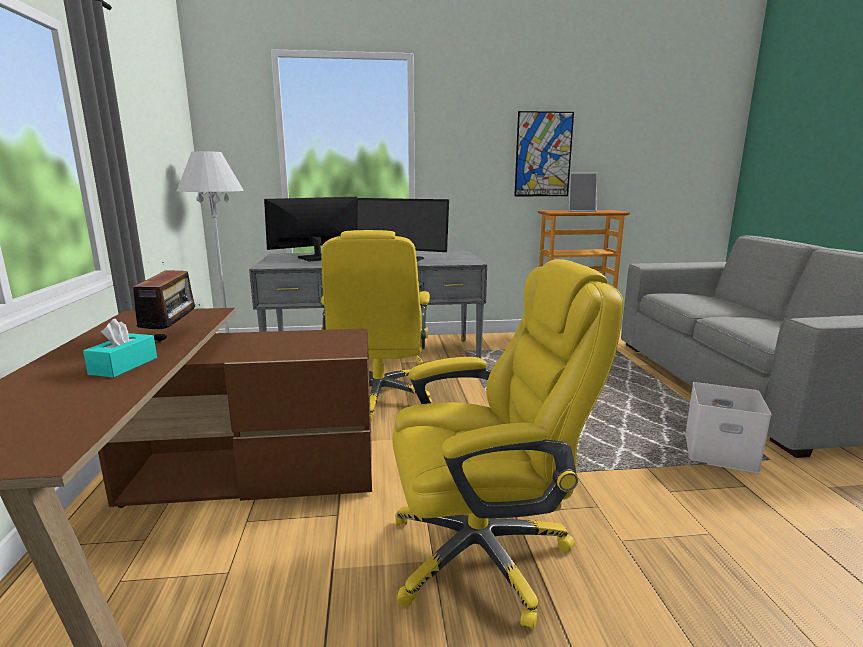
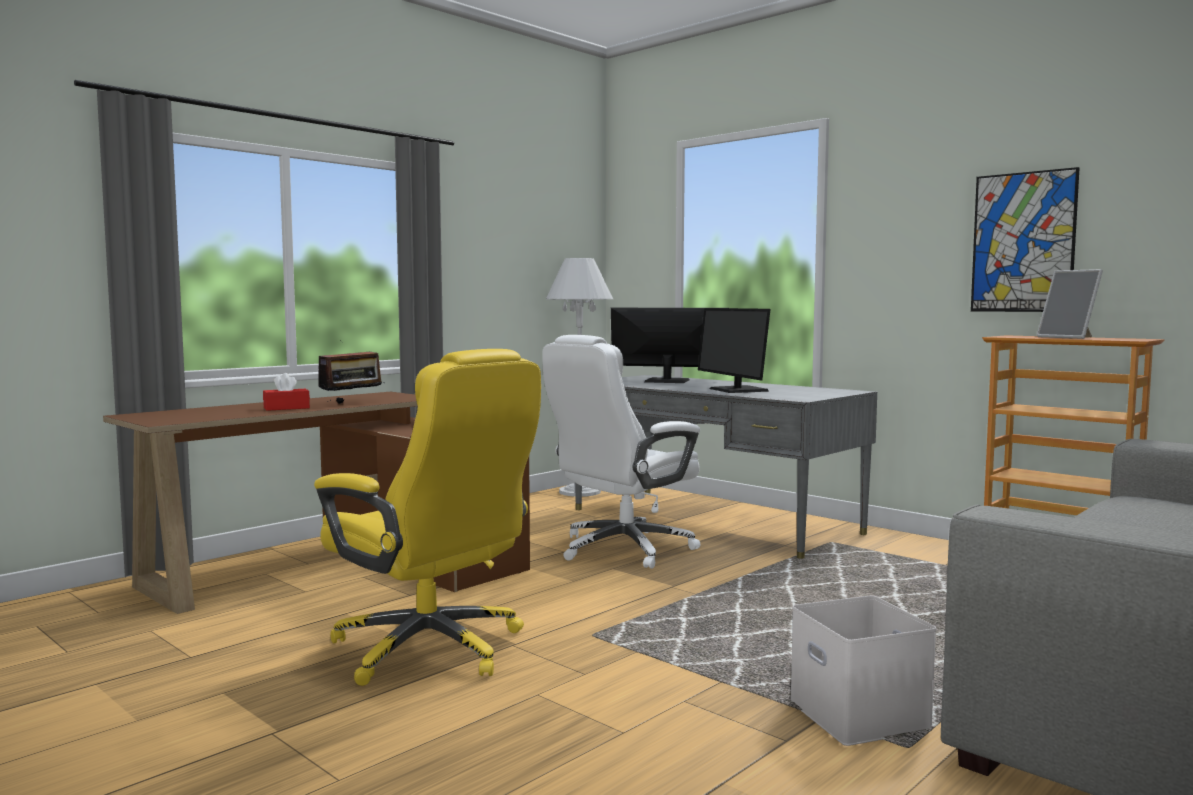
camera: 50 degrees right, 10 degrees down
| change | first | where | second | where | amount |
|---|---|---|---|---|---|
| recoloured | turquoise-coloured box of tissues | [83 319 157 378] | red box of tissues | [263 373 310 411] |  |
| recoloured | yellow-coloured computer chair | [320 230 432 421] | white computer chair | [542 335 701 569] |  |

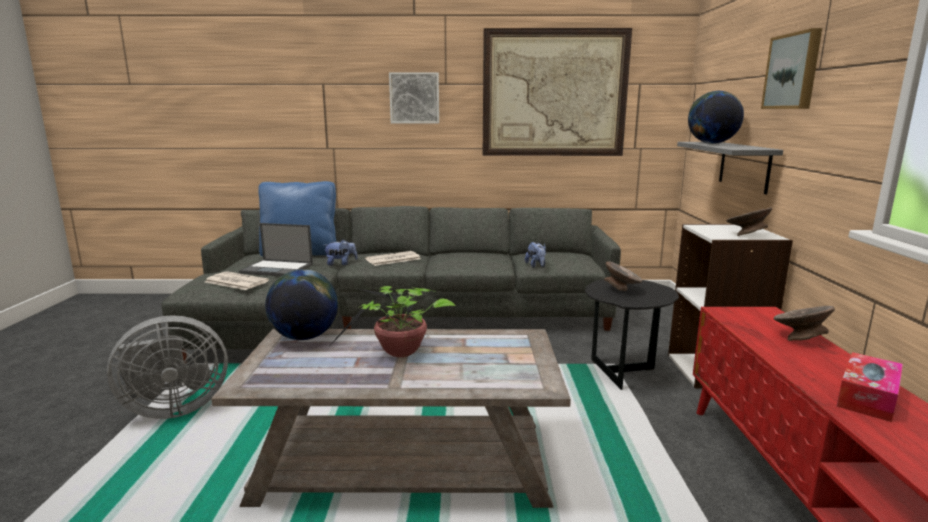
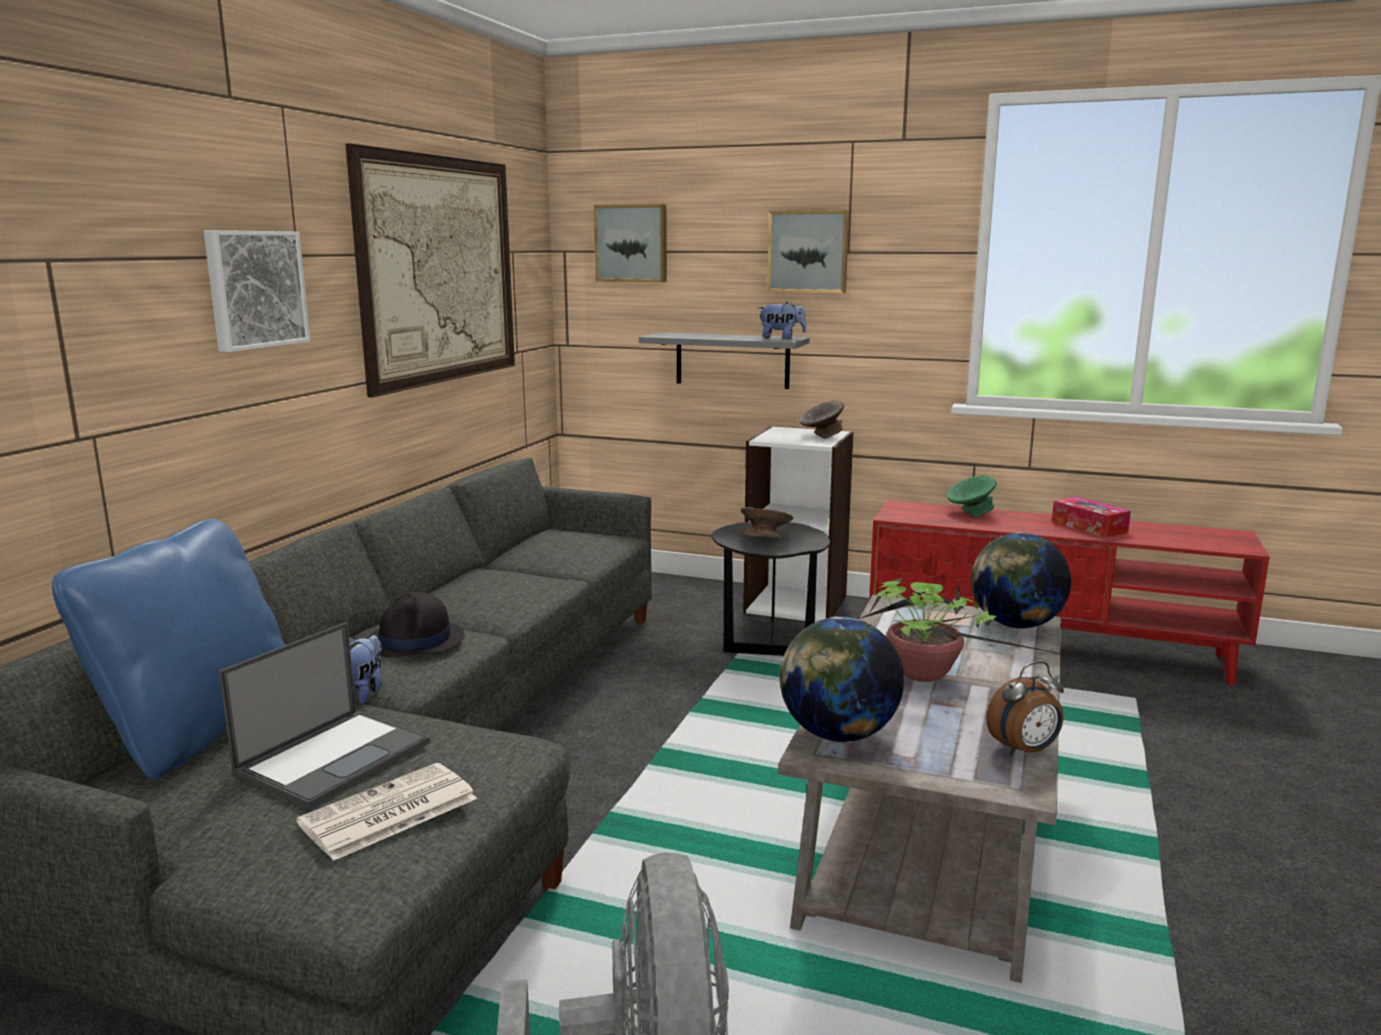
camera: 70 degrees left, 0 degrees up
| change | first | where | second | where | amount |
|---|---|---|---|---|---|
| replaced | newspaper | [365 251 421 266] | blackish wearable hat | [371 592 464 657] |  |
| moved | cuddly toy | [525 242 546 268] |  | [758 302 807 339] |  |
| moved | desk globe | [688 91 744 144] |  | [971 532 1071 629] |  |
| recoloured | gray deep dish | [774 306 835 341] | green-coloured deep dish | [947 475 997 517] |  |
| added |  |  | wall picture | [594 204 667 282] |  |
| added |  |  | table clock | [986 661 1064 755] |  |

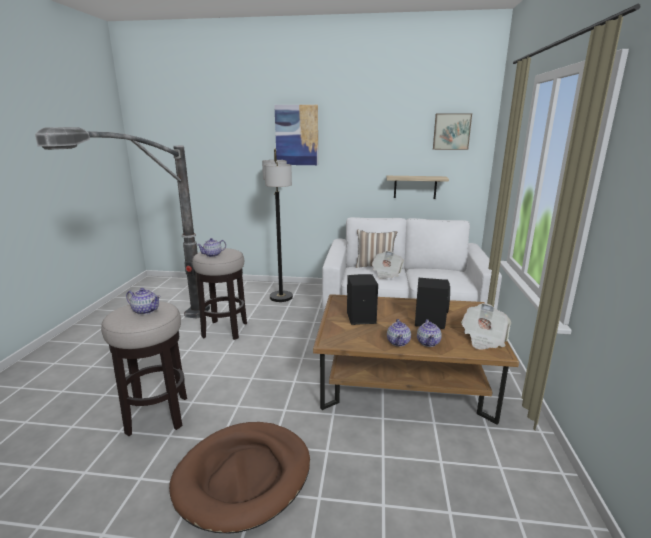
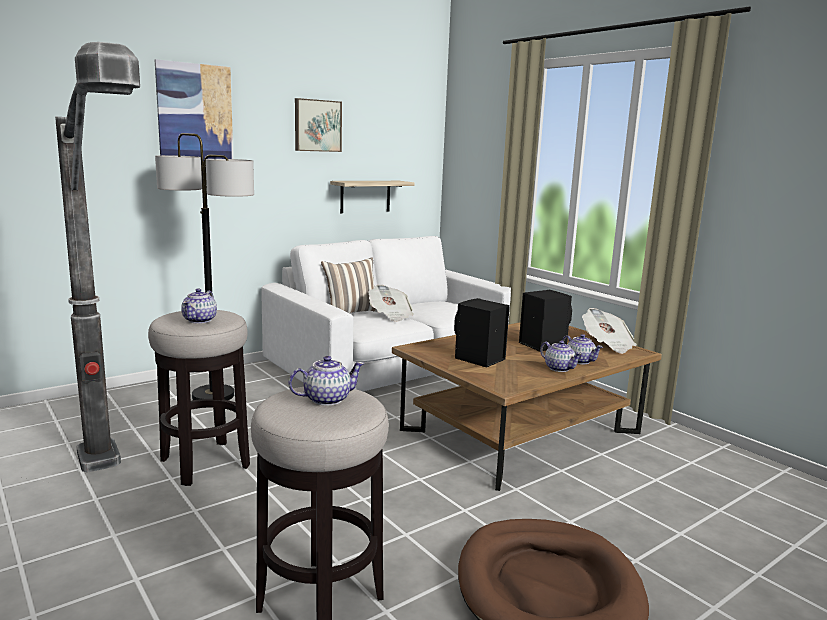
camera: 45 degrees left, 5 degrees down
| change | first | where | second | where | amount |
|---|---|---|---|---|---|
| moved | wall picture | [433 113 472 150] |  | [295 98 342 152] |  |

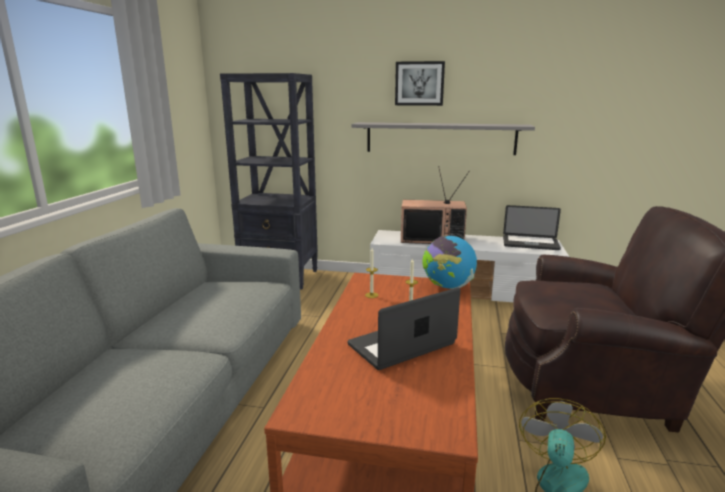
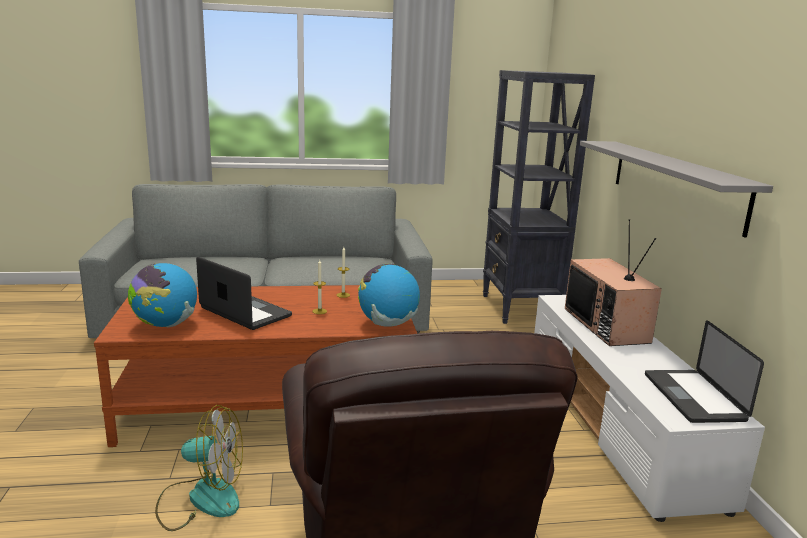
camera: 70 degrees right, 0 degrees up
| change | first | where | second | where | amount |
|---|---|---|---|---|---|
| removed | wall picture | [395 61 445 106] |  |  |  |
| added |  |  | desk globe | [128 263 197 327] |  |

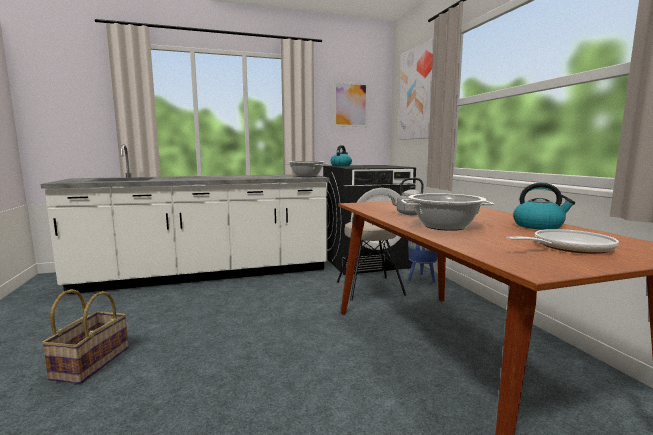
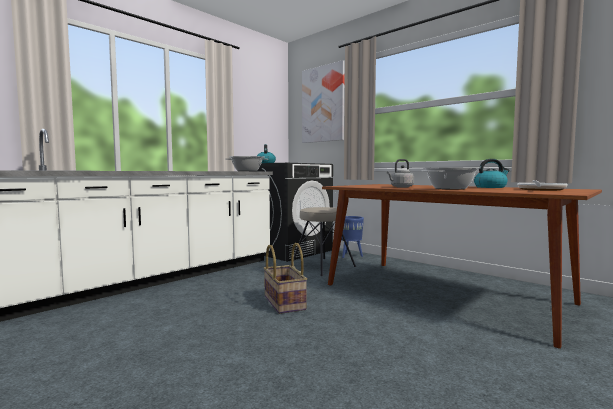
camera: 30 degrees left, 5 degrees down
| change | first | where | second | where | amount |
|---|---|---|---|---|---|
| moved | household basket | [41 289 129 384] |  | [264 243 307 314] |  |
| removed | wall picture | [334 81 368 127] |  |  |  |

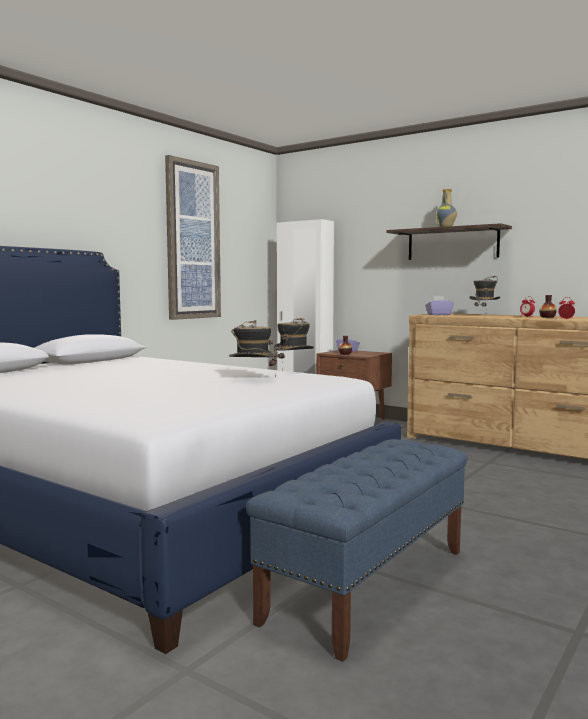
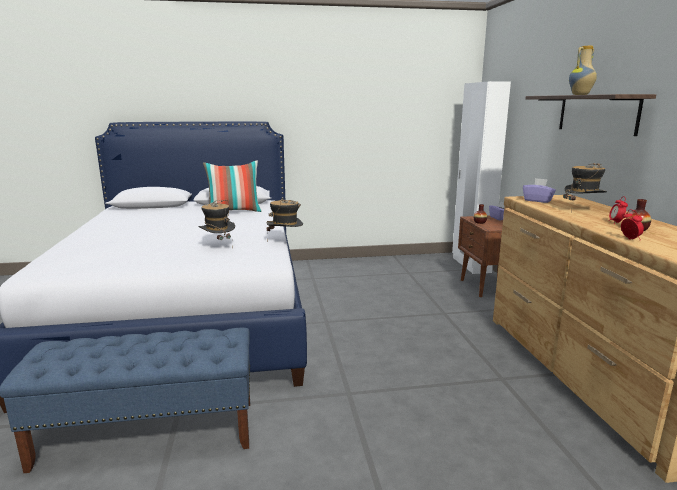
camera: 45 degrees right, 10 degrees up
| change | first | where | second | where | amount |
|---|---|---|---|---|---|
| removed | wall picture | [165 155 221 320] |  |  |  |
| added |  |  | cushion | [203 160 262 212] |  |

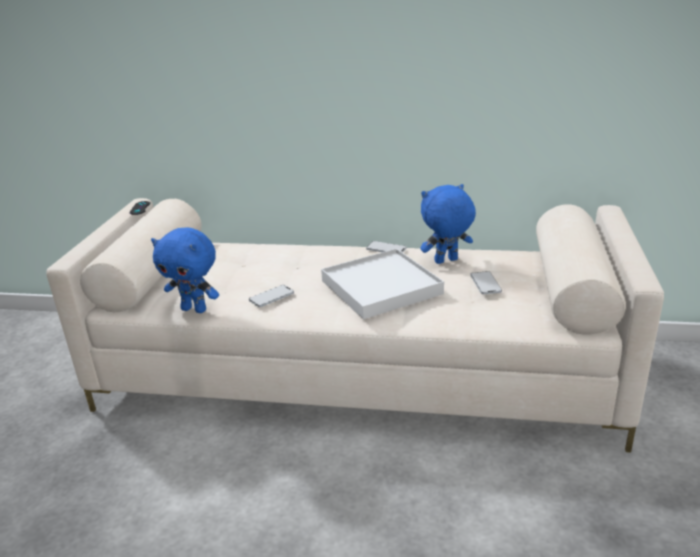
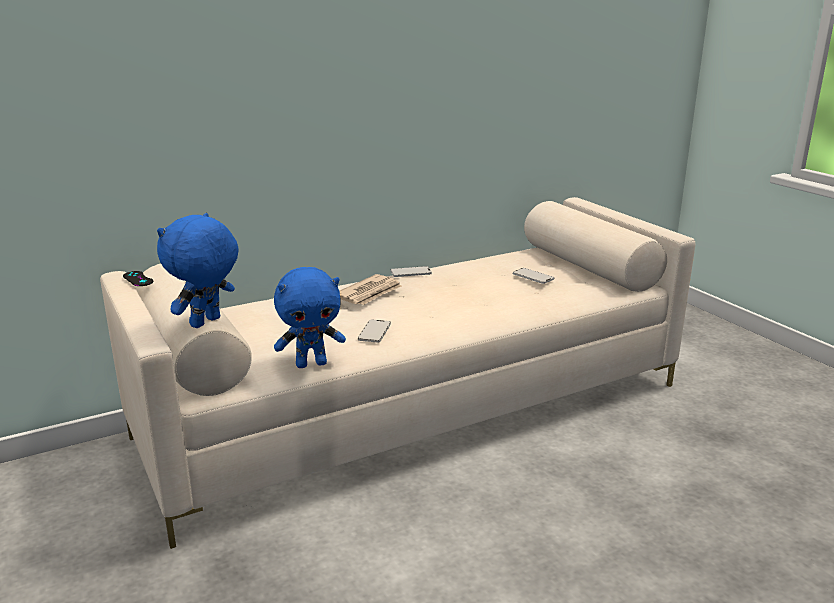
camera: 40 degrees left, 5 degrees down
| change | first | where | second | where | amount |
|---|---|---|---|---|---|
| removed | white carrying tray | [321 248 444 319] |  |  |  |
| moved | blue-coloured cuddly toy | [421 184 476 264] |  | [157 213 239 328] |  |
| added |  |  | newspaper | [339 274 402 305] |  |

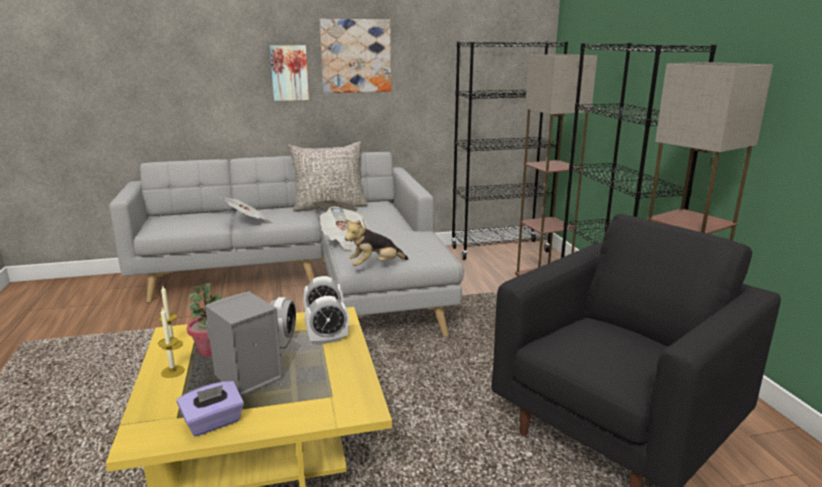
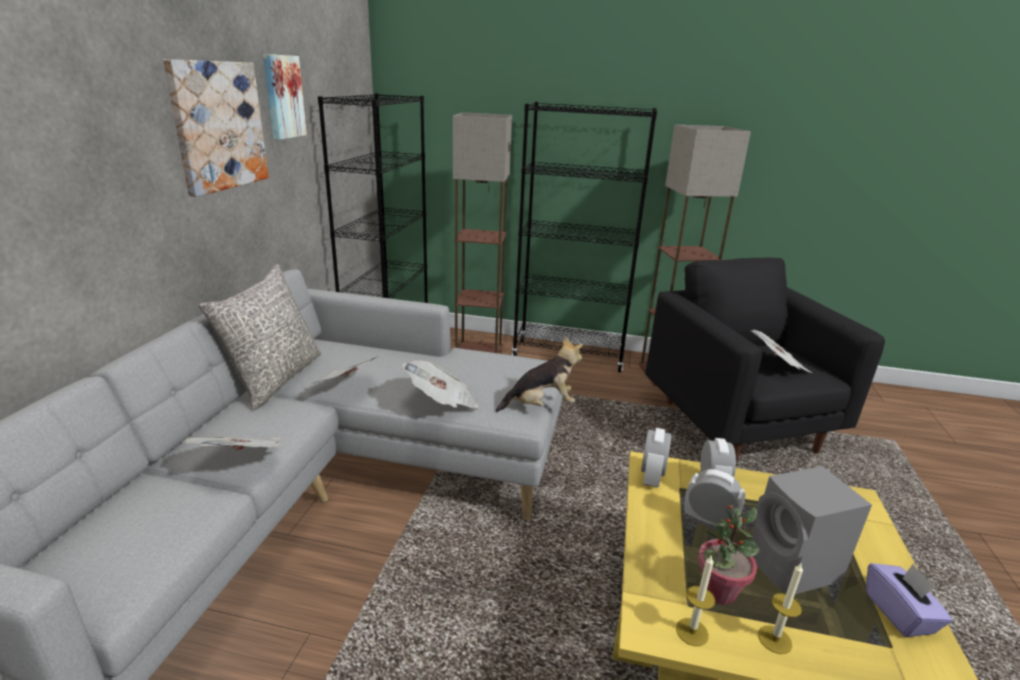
camera: 65 degrees left, 5 degrees up
| change | first | where | second | where | amount |
|---|---|---|---|---|---|
| moved | wall picture | [270 45 309 101] |  | [263 54 307 140] |  |
| turned | cuddly toy | [345 219 409 266] |  | [496 337 583 412] | 105 degrees counterclockwise |
| added |  |  | newspaper | [750 330 812 373] |  |

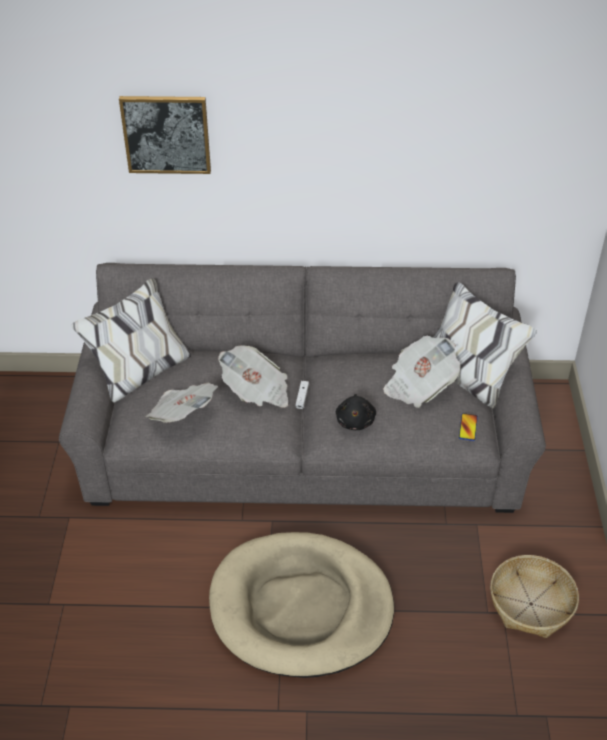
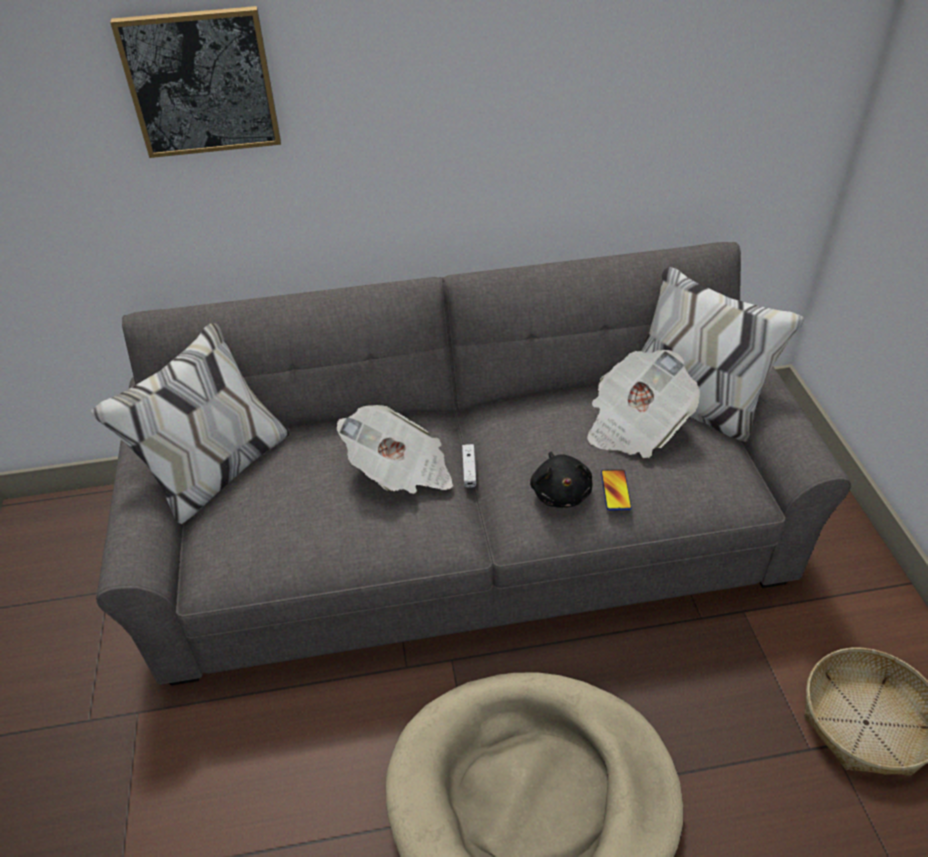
camera: 10 degrees left, 0 degrees up
| change | first | where | second | where | amount |
|---|---|---|---|---|---|
| removed | newspaper | [146 383 218 423] |  |  |  |
| moved | telephone | [459 413 478 441] |  | [601 469 632 510] |  |

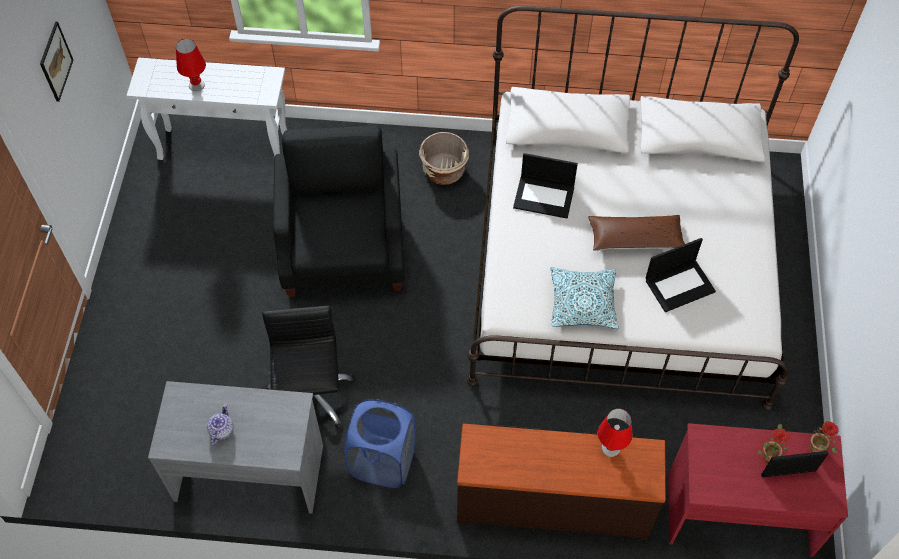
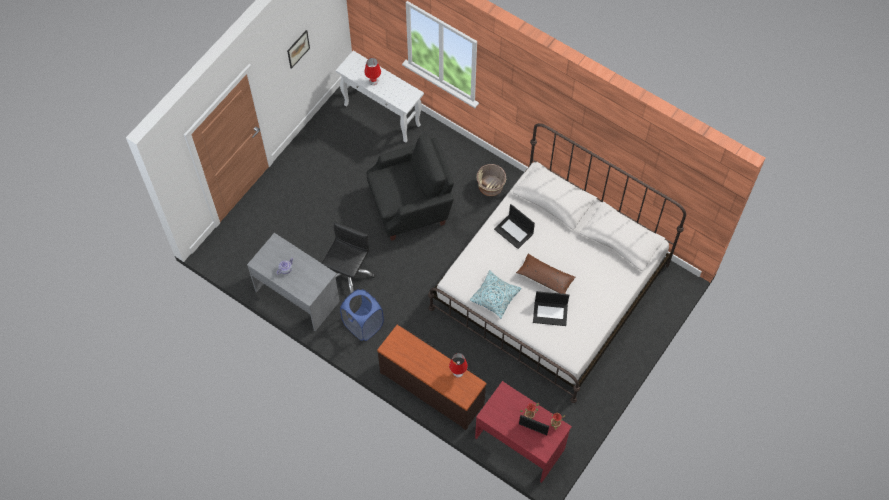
camera: 30 degrees right, 5 degrees up
| change | first | where | second | where | amount |
|---|---|---|---|---|---|
| turned | blackish easy chair | [273 126 404 297] |  | [367 135 454 241] | 45 degrees clockwise |

